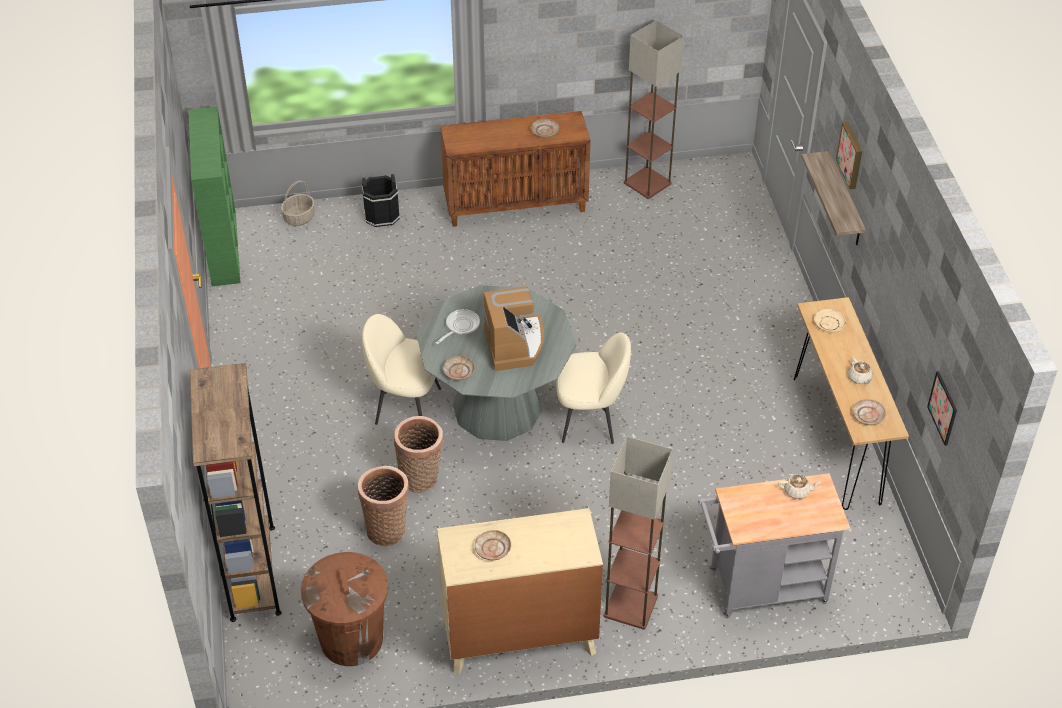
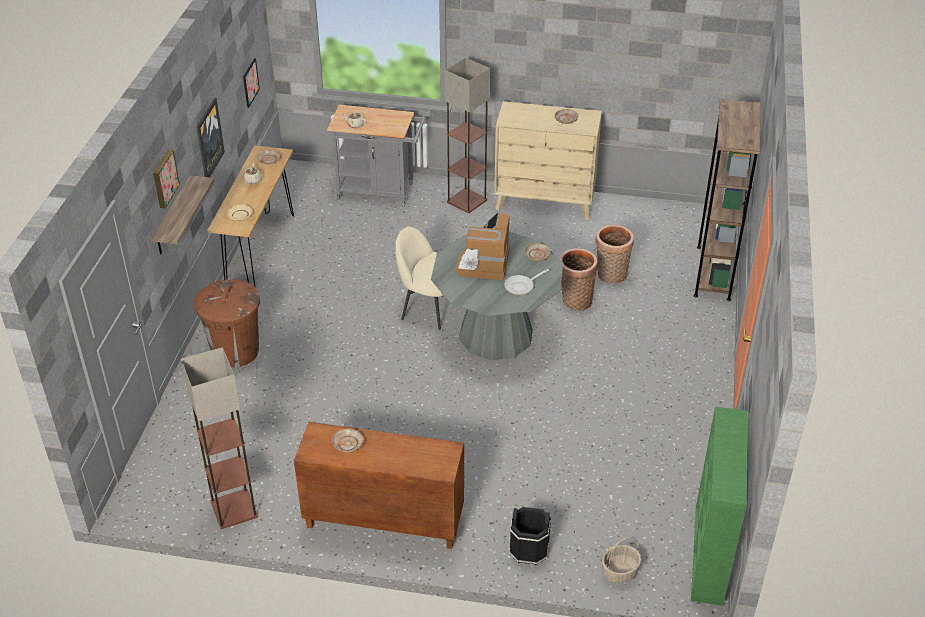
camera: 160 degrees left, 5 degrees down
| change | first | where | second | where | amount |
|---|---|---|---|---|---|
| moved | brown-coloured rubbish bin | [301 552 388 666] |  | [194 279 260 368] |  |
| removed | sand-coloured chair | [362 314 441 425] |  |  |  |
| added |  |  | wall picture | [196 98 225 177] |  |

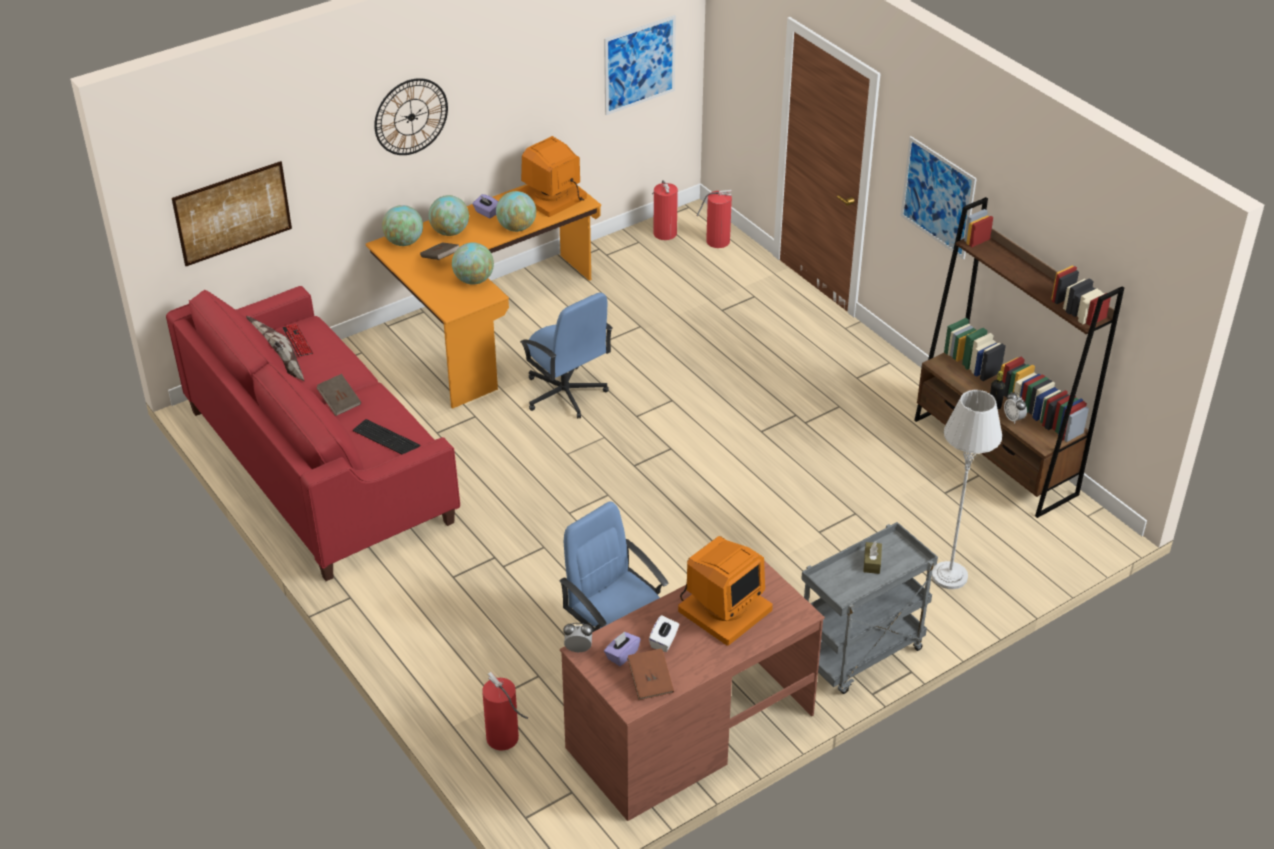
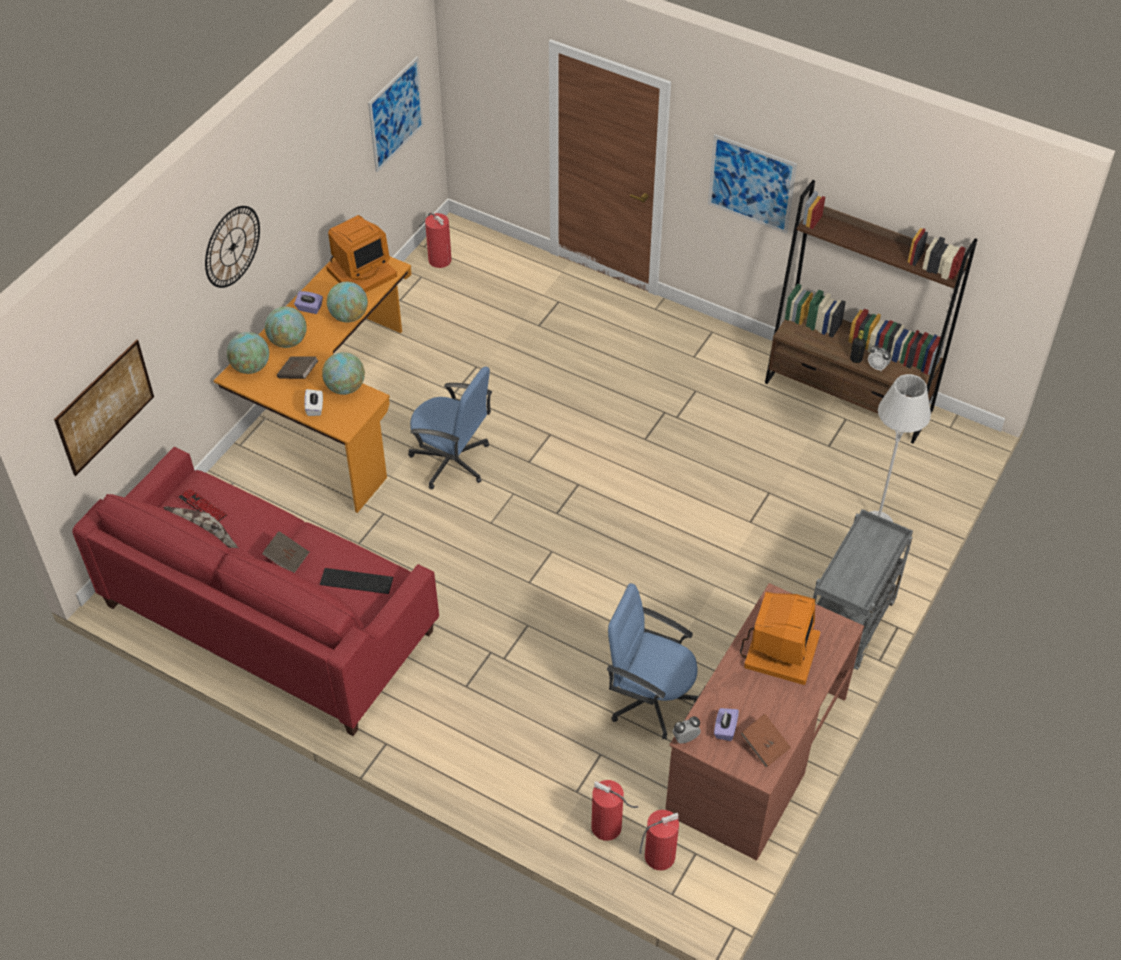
camera: 25 degrees left, 10 degrees up
| change | first | where | second | where | amount |
|---|---|---|---|---|---|
| turned | computer display | [517 136 587 217] |  | [326 215 397 293] | 150 degrees counterclockwise |
| moved | white box of tissues | [649 615 679 652] |  | [304 389 323 416] |  |
| moved | fire-fighting cylinder | [697 190 732 248] |  | [639 810 679 870] |  |
| removed | brown-coloured box of tissues | [863 542 882 574] |  |  |  |

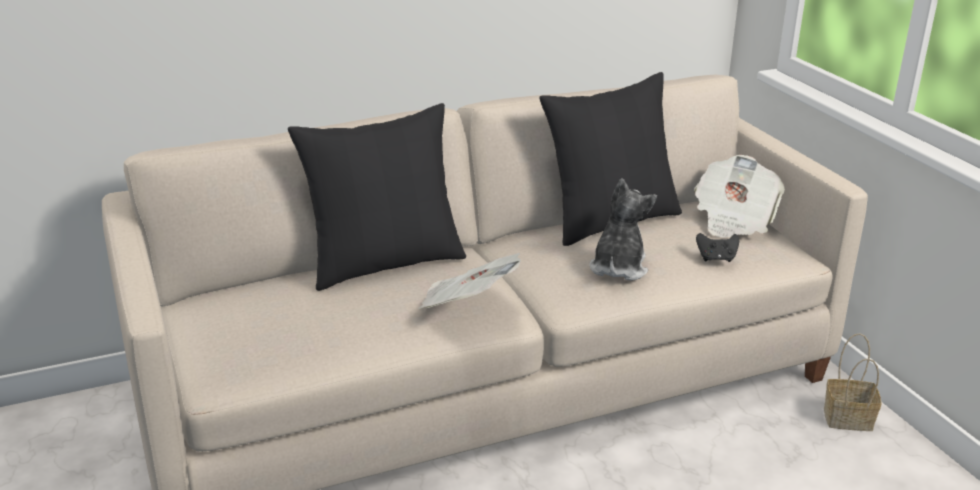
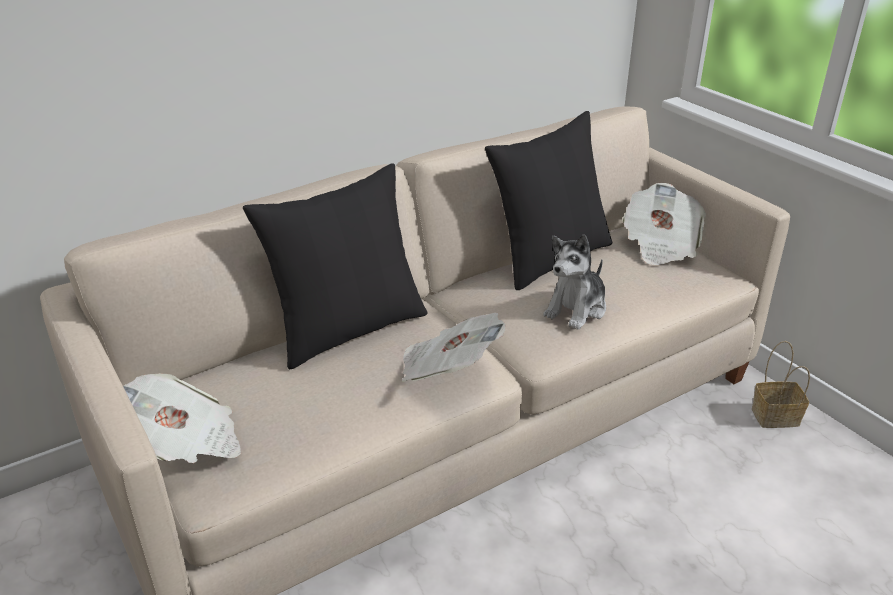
camera: 10 degrees left, 5 degrees up
| change | first | where | second | where | amount |
|---|---|---|---|---|---|
| turned | cuddly toy | [589 178 657 281] |  | [543 235 606 330] | 150 degrees counterclockwise |
| removed | blackish gamepad | [696 233 739 262] |  |  |  |
| added |  |  | newspaper | [123 373 241 463] |  |

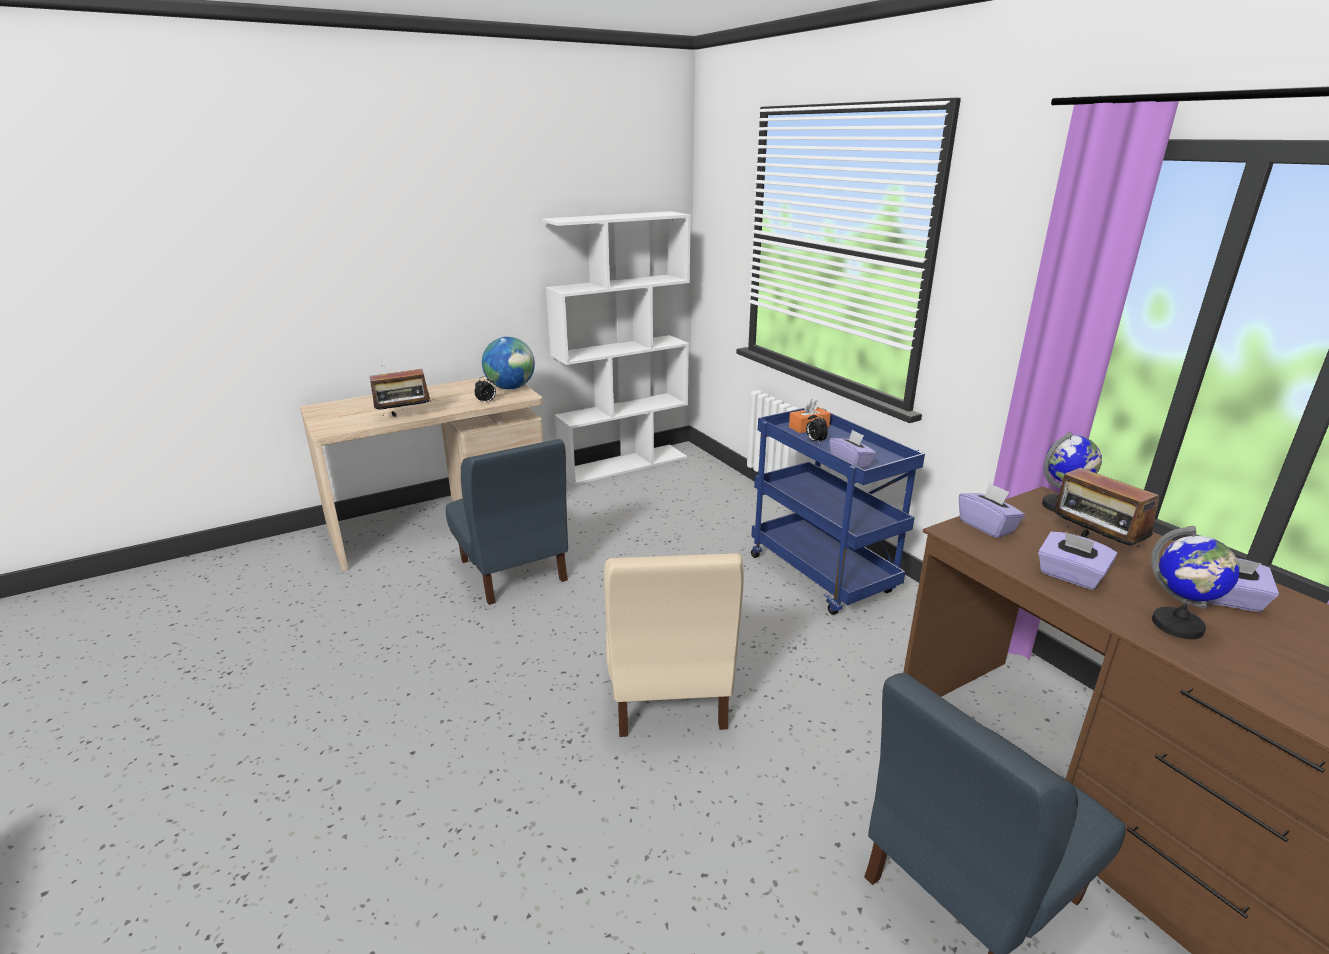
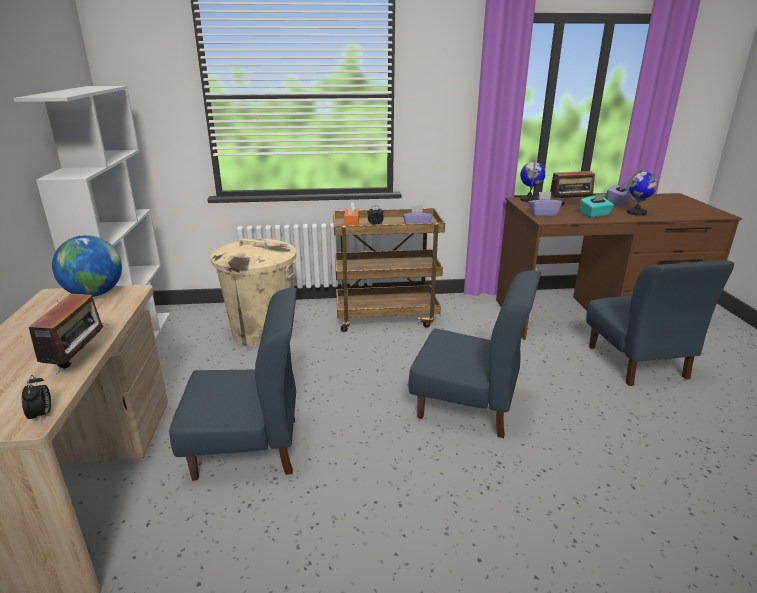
camera: 65 degrees left, 0 degrees up
| change | first | where | second | where | amount |
|---|---|---|---|---|---|
| moved | table clock | [475 376 496 404] |  | [22 375 51 421] |  |
| recoloured | sand-coloured chair | [604 553 744 737] | blue-coloured chair | [408 270 541 438] |  |
| recoloured | blue-coloured wheeled cart | [751 407 925 615] | brown-coloured wheeled cart | [333 208 445 332] |  |
| recoloured | purple box of tissues | [1038 532 1117 590] | turquoise-coloured box of tissues | [580 194 614 218] |  |
| added |  |  | sand-coloured rubbish bin | [210 239 296 347] |  |

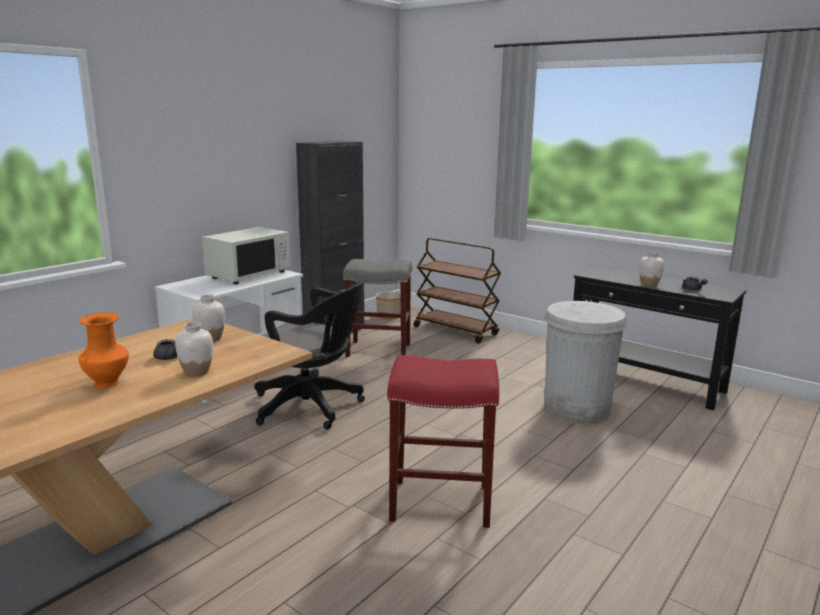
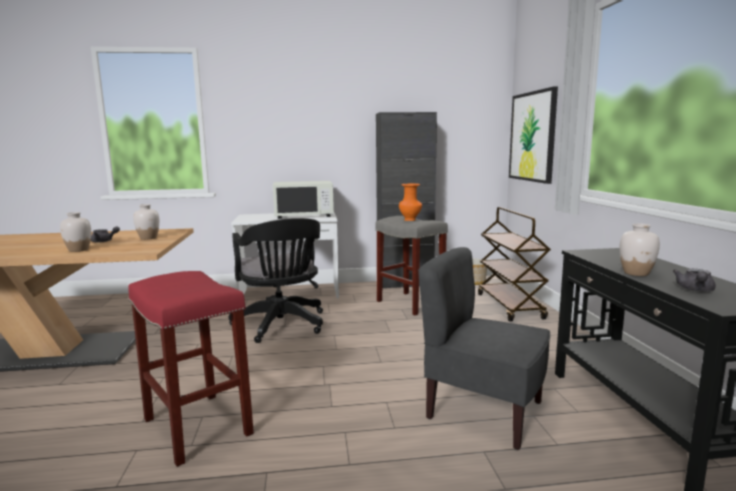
camera: 45 degrees right, 5 degrees down
| change | first | where | second | where | amount |
|---|---|---|---|---|---|
| moved | orangey decorative vase | [78 312 129 389] |  | [399 183 422 221] |  |
| replaced | white rubbish bin | [544 301 628 424] | gray chair | [418 247 550 450] |  |
| added |  |  | wall picture | [509 86 558 184] |  |

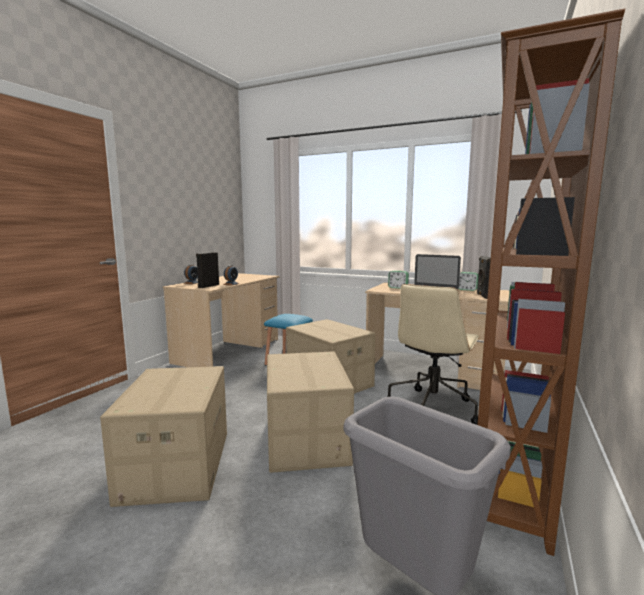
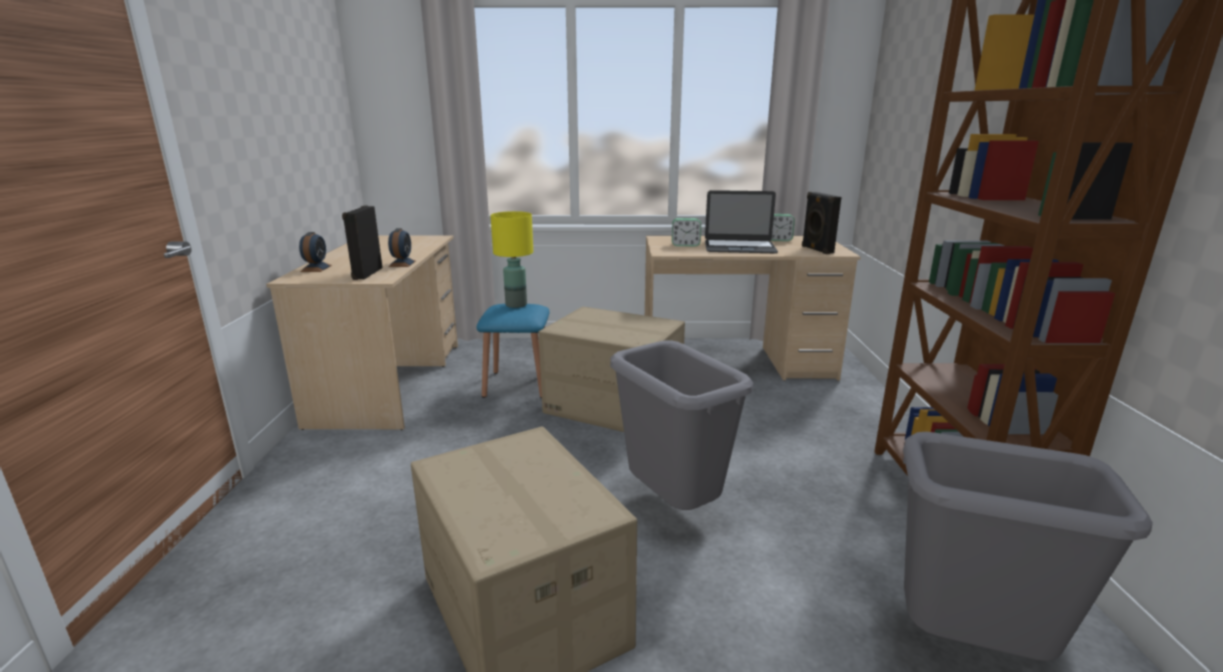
camera: 25 degrees left, 10 degrees up
| change | first | where | second | where | amount |
|---|---|---|---|---|---|
| replaced | carton | [267 351 354 473] | gray rubbish bin | [610 340 753 510] |  |
| removed | sand-coloured computer chair | [387 284 479 425] |  |  |  |
| added |  |  | yellow-coloured tabletop lamp | [490 211 533 308] |  |

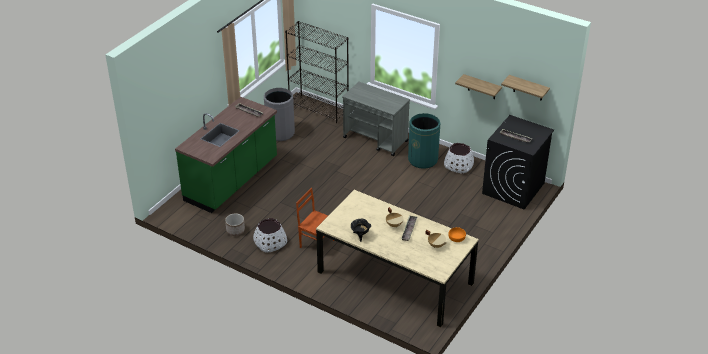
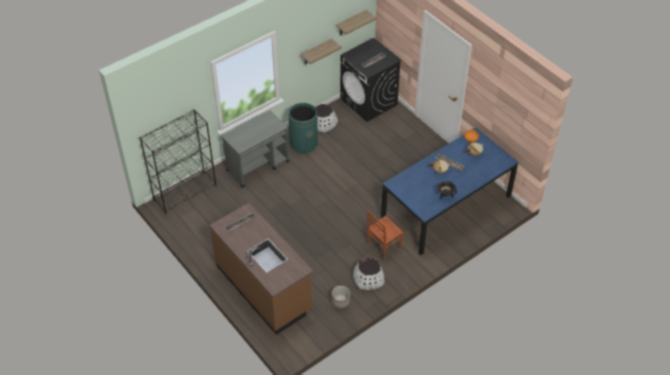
camera: 70 degrees left, 10 degrees up
| change | first | where | second | where | amount |
|---|---|---|---|---|---|
| recoloured | green-coloured kitchen counter | [175 97 277 213] | brown-coloured kitchen counter | [209 203 313 335] |  |
| removed | gray rubbish bin | [264 88 295 141] |  |  |  |
| recoloured | sand-coloured dining table | [316 190 479 327] | blue-coloured dining table | [381 127 519 256] |  |

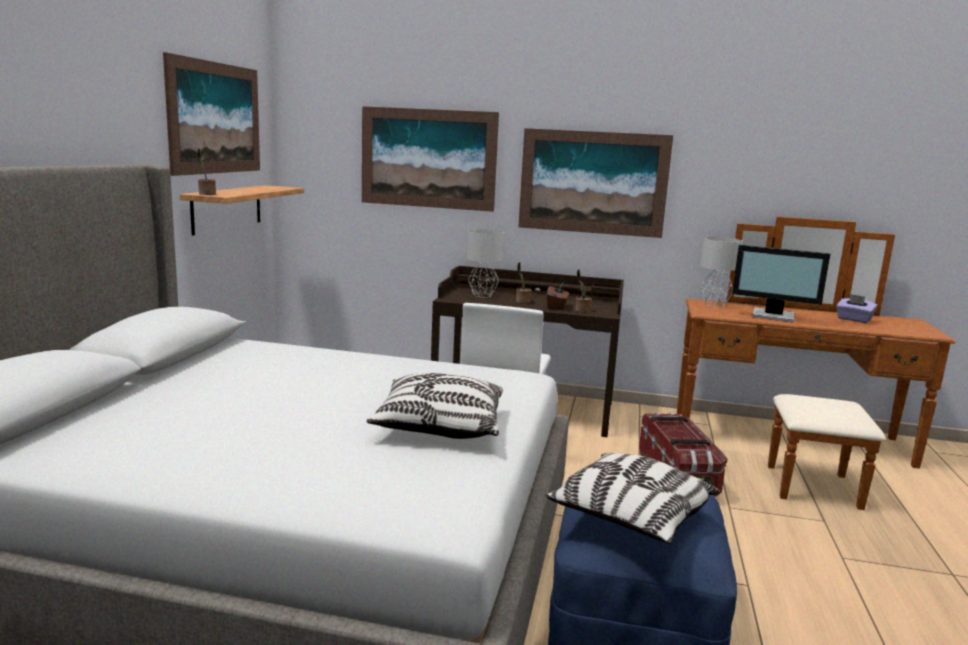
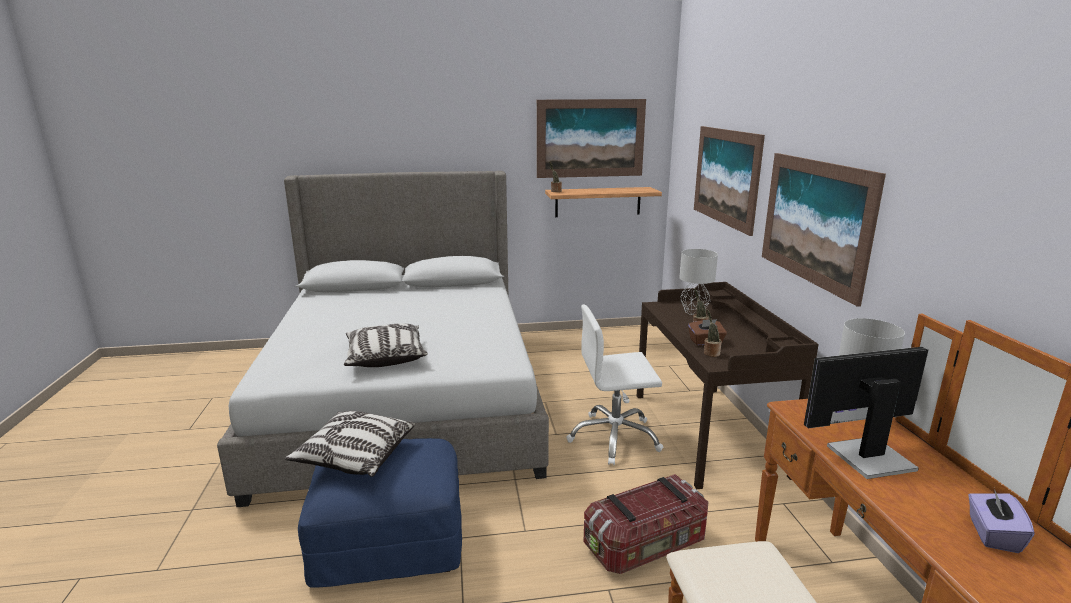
camera: 70 degrees right, 5 degrees up
| change | first | where | second | where | amount |
|---|---|---|---|---|---|
| turned | computer display | [732 245 830 323] |  | [804 347 928 479] | 75 degrees clockwise |

